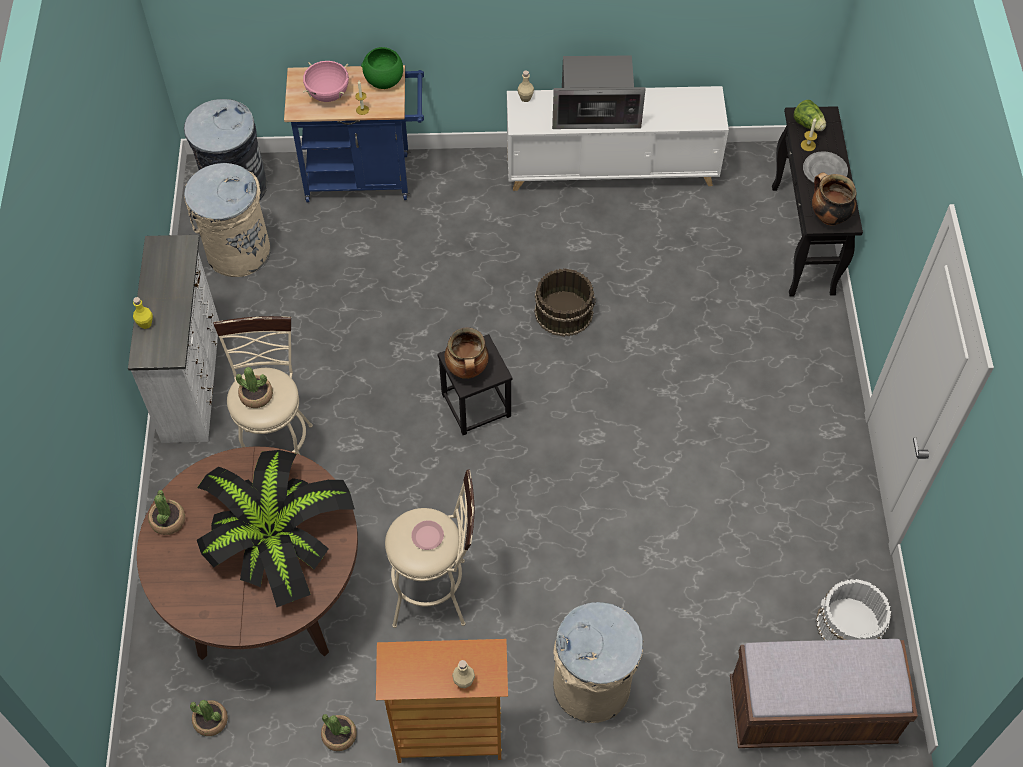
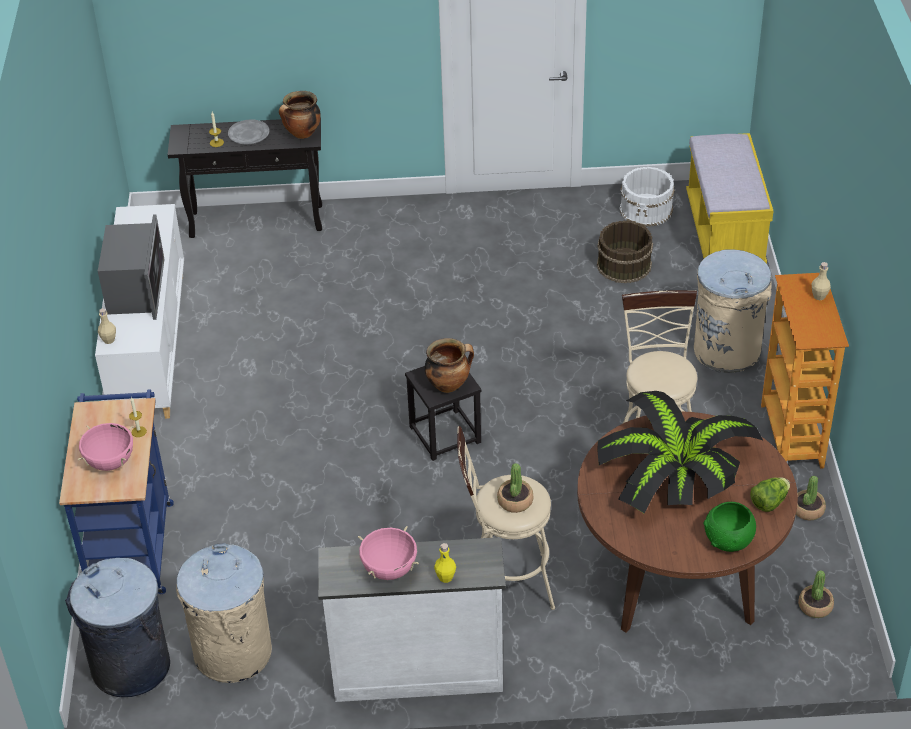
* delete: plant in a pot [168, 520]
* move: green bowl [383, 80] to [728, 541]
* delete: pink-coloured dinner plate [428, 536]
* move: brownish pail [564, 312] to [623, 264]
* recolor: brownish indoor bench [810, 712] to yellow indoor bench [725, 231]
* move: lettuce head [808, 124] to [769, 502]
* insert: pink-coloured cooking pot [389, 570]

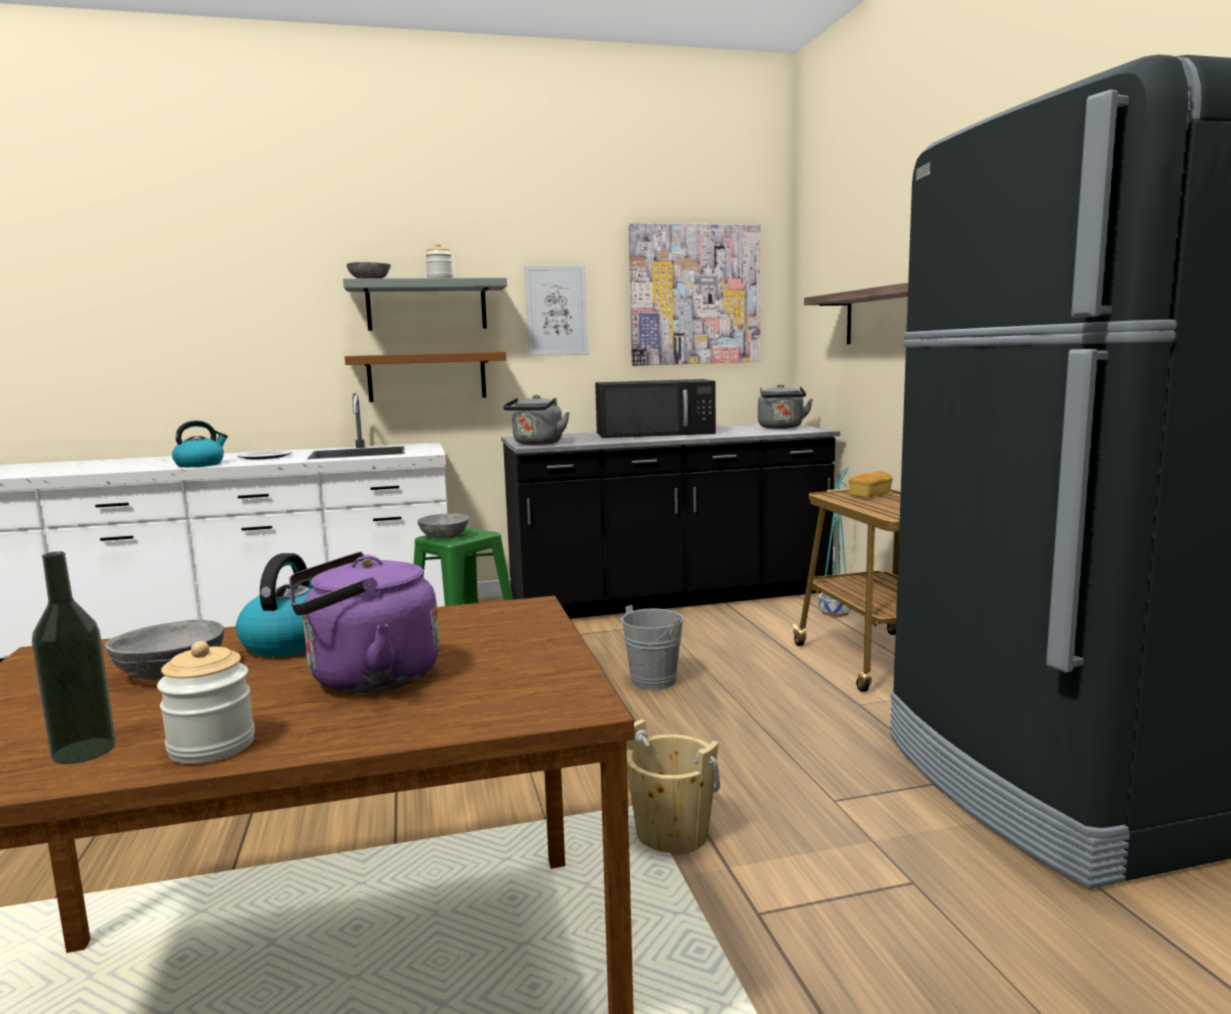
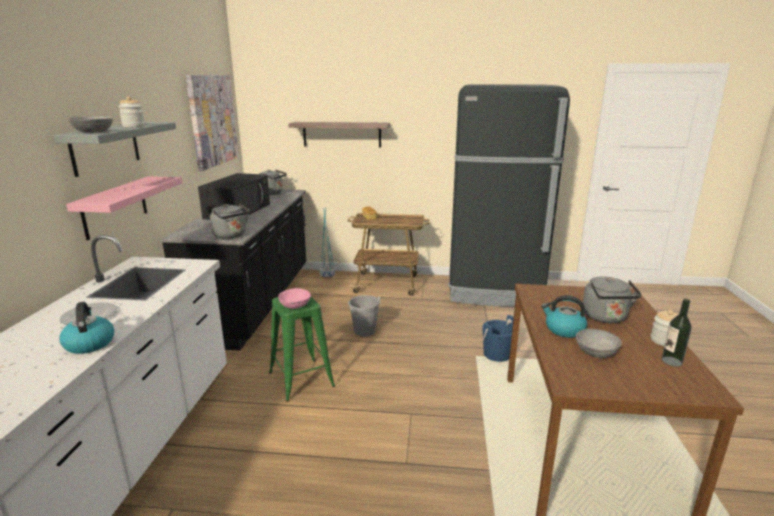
* recolor: purple-coloured kettle [366, 679] to gray kettle [606, 318]
* recolor: brownish shelf [427, 376] to pink-coloured shelf [115, 207]
* recolor: gray bowl [444, 536] to pink-coloured bowl [294, 305]
* delete: wall picture [556, 310]
* recolor: sand-coloured pail [672, 834] to bluish pail [497, 355]

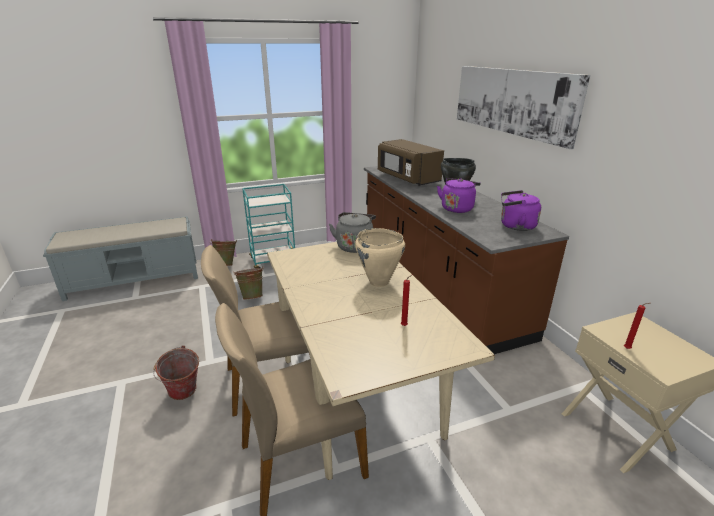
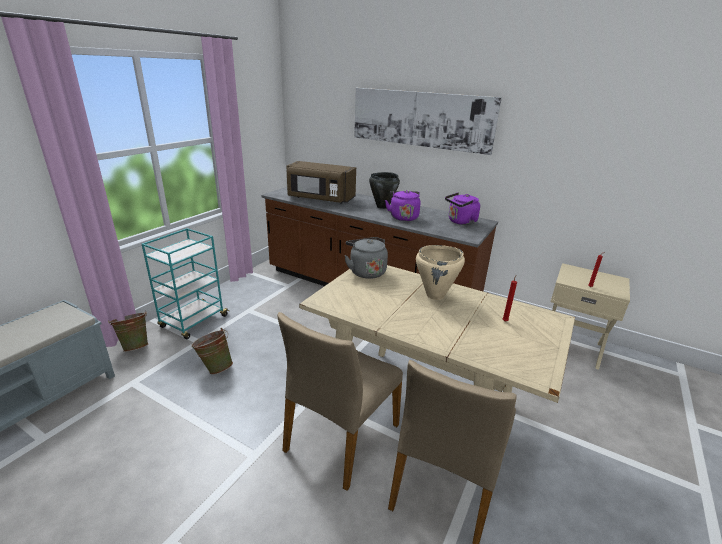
* delete: pail [183, 395]

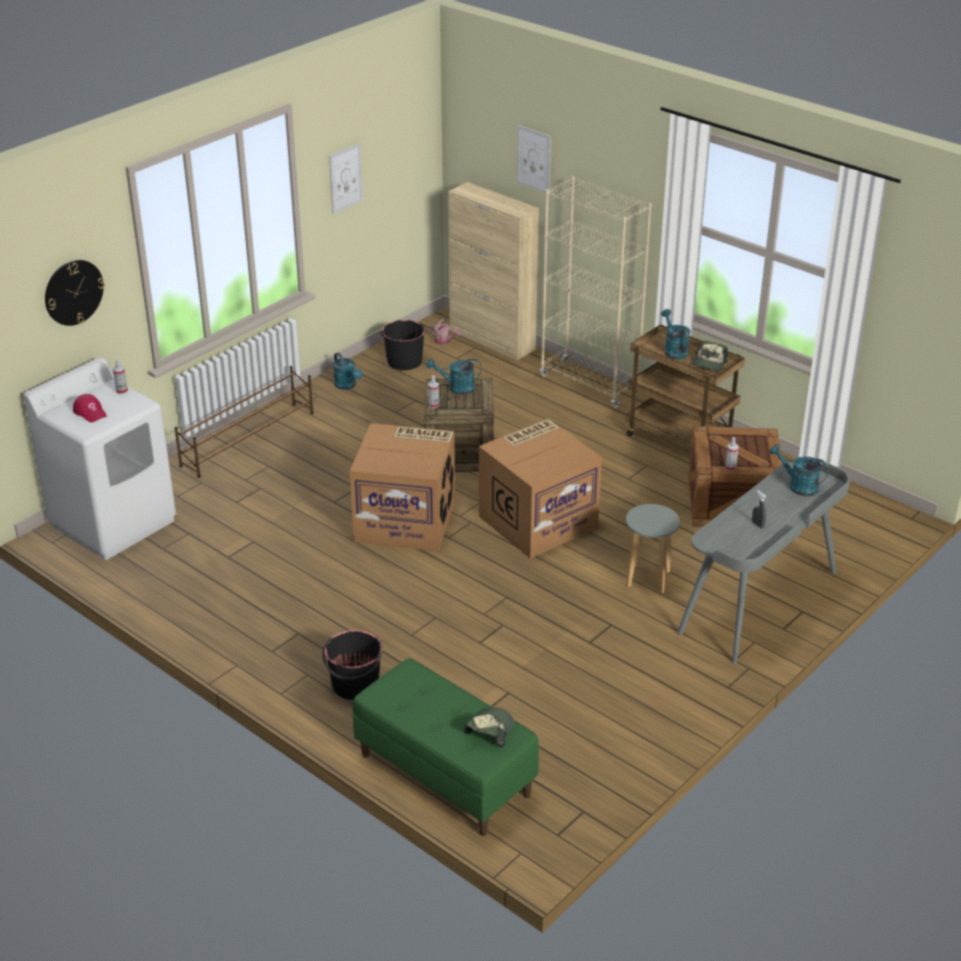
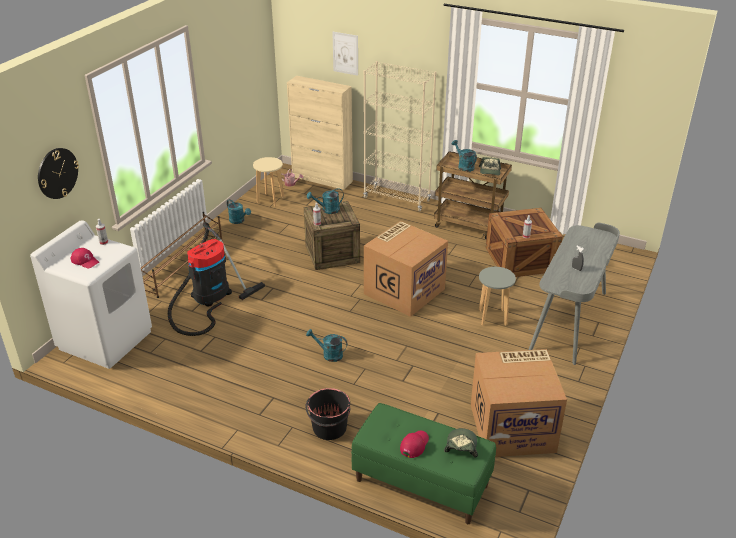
* delete: wall picture [345, 178]
* move: cardboard box [407, 520] to [513, 427]
* replace: black-coloured pail [404, 361] to sand-coloured sitting stool [270, 200]
* move: blue-green watering can [798, 486] to [329, 354]
* insert: vacuum [208, 297]
* insert: reddish baseball cap [414, 445]

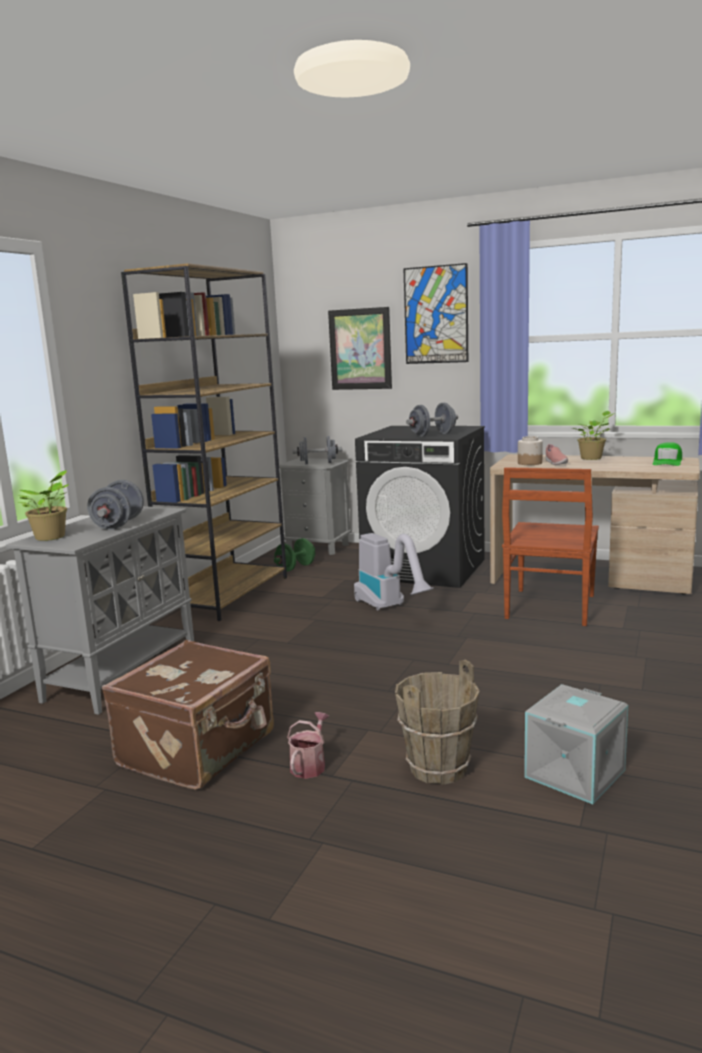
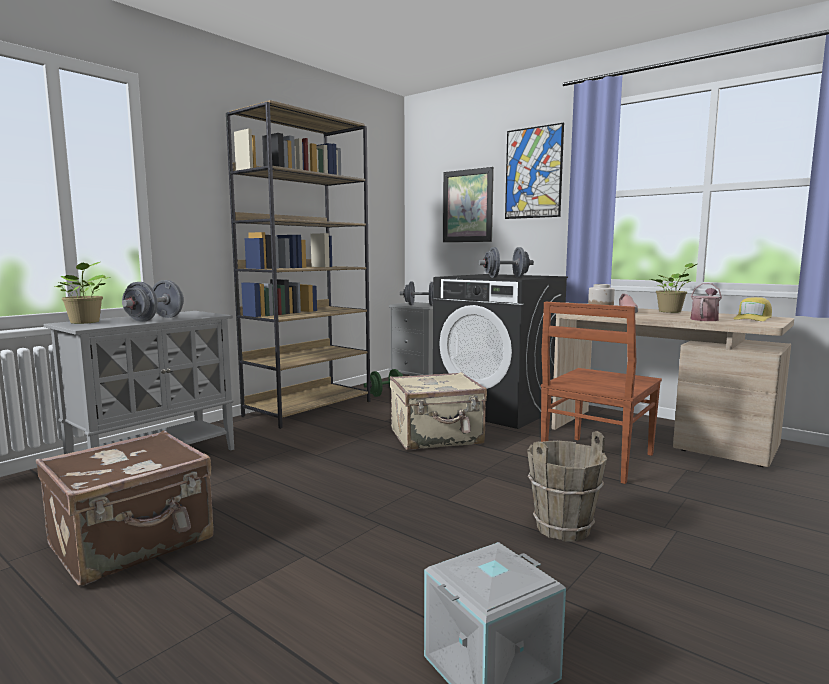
* move: watering can [310, 765] to [704, 319]
* replace: vacuum [390, 607] to sand-coloured suitcase [437, 437]
* move: brownish pail [437, 768] to [562, 528]
* recolor: green baseball cap [667, 462] to yellow baseball cap [753, 318]

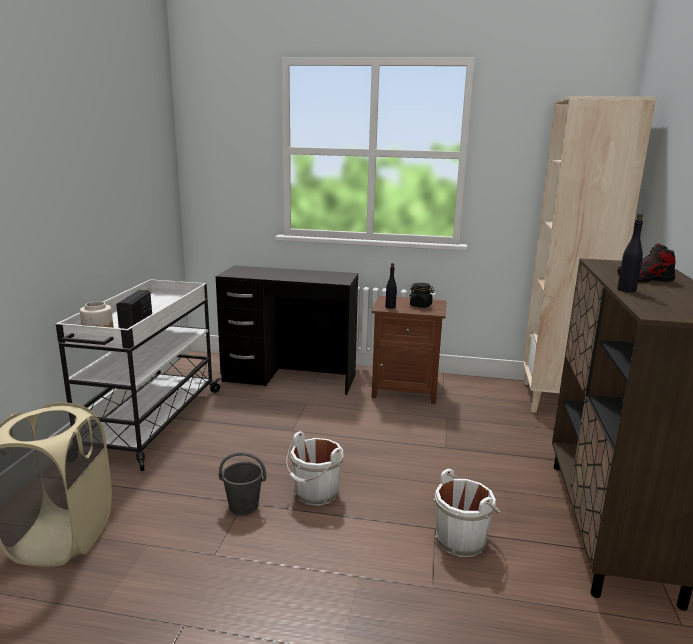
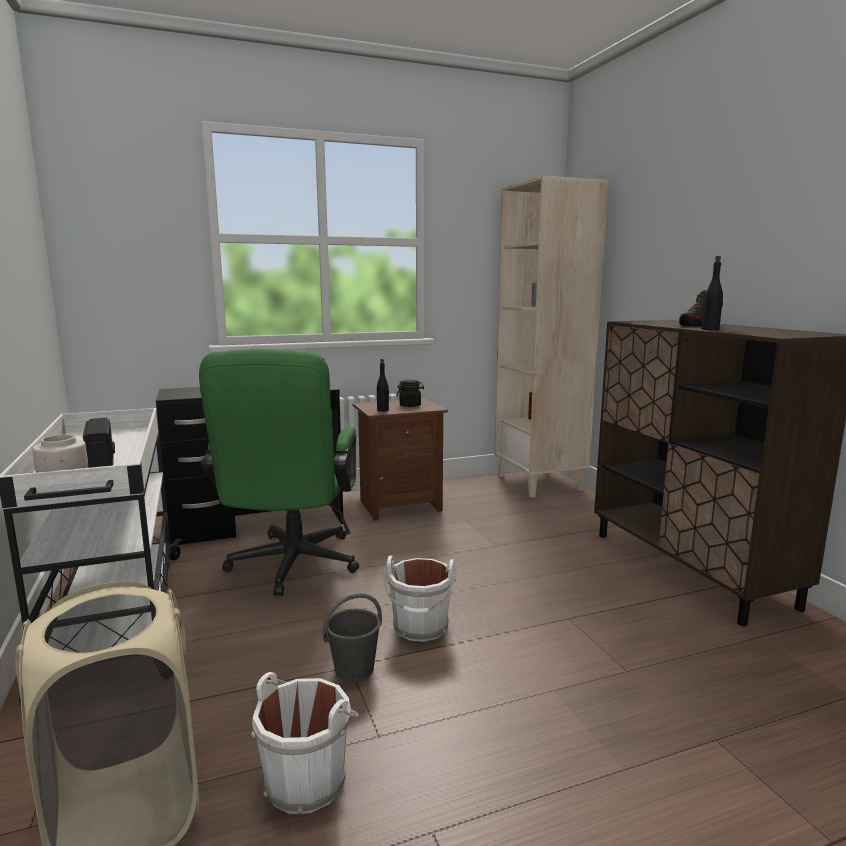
* move: white-coloured pail [462, 539] to [308, 778]
* insert: green office chair [291, 568]

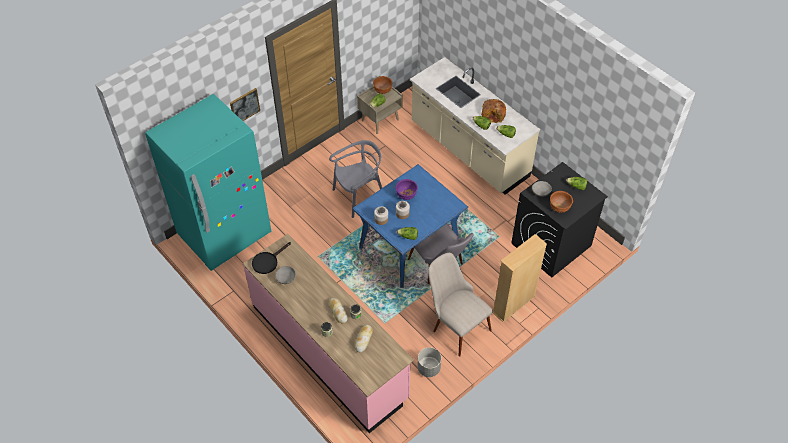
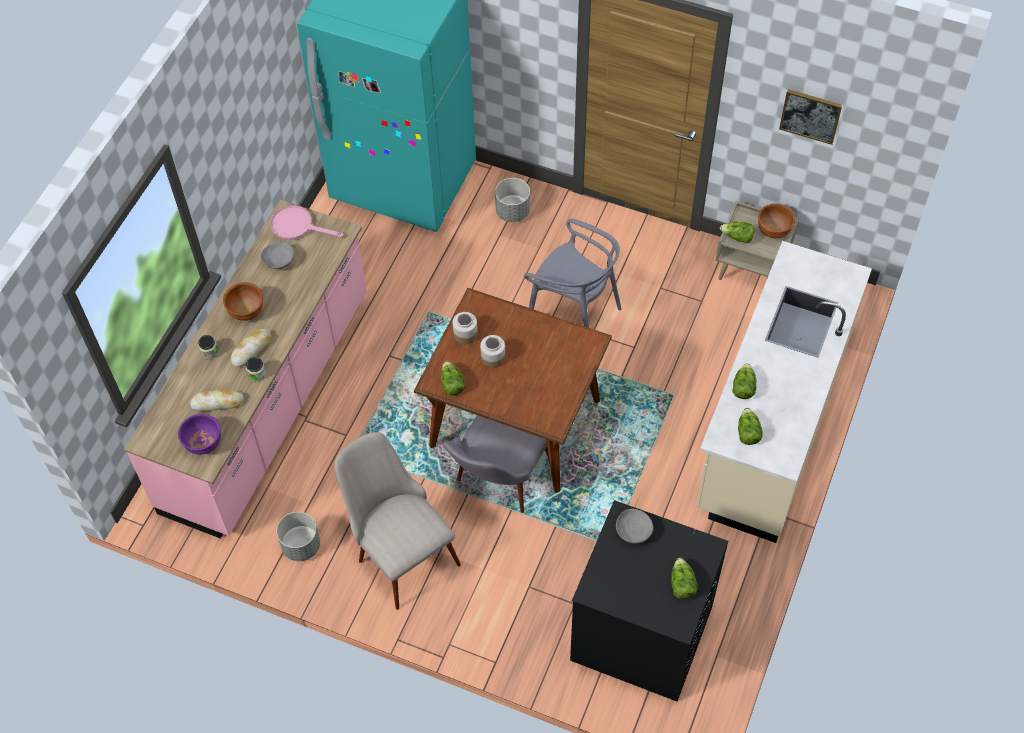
* move: wall picture [244, 106] to [810, 115]
* recolor: black-coloured frying pan [267, 261] to pink-coloured frying pan [298, 226]
* recolor: bluish kitchen table [409, 246] to brownish kitchen table [514, 423]
* move: purple-coloured bowl [406, 195] to [203, 443]
* rotate: sand-coloured plain chair [455, 324] = [399, 550] 60 degrees counterclockwise
* delete: bread [494, 114]
* delete: sand-coloured bookshelf [513, 304]
* move: brownish bowl [559, 208] to [246, 312]
* insert: gray planter [513, 211]

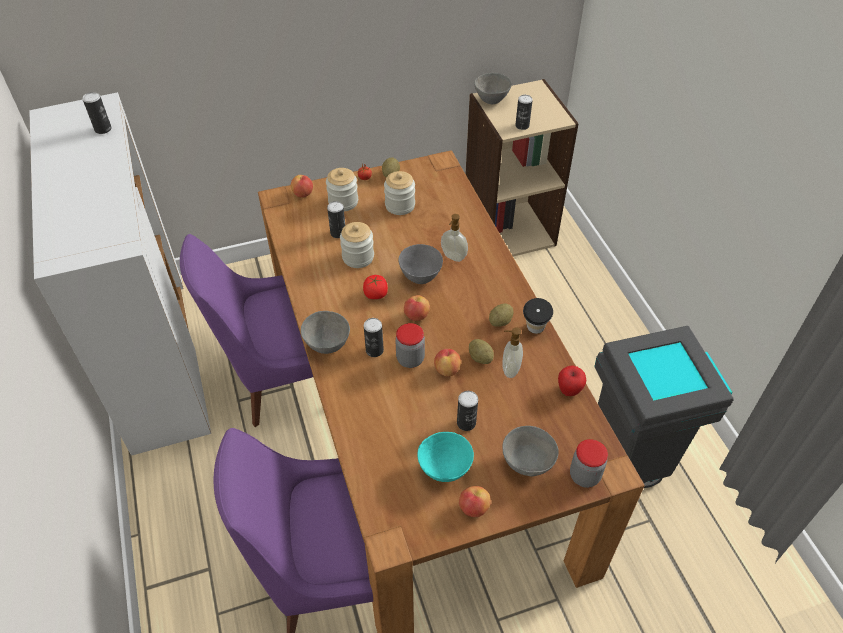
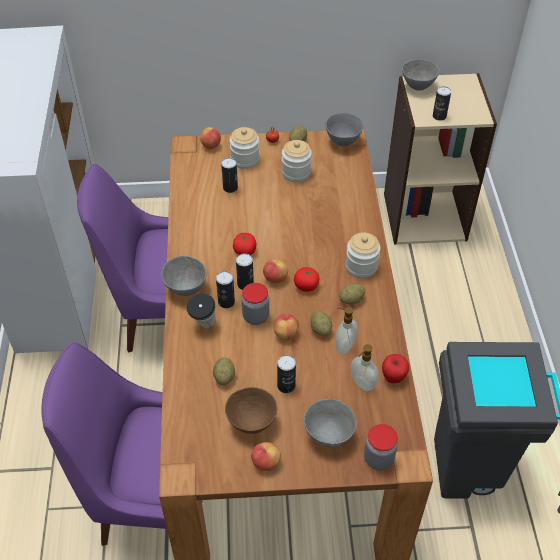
* move: metal can [103, 129] to [245, 284]
* move: storage jar [358, 257] to [361, 266]
* move: gray bowl [421, 277] to [343, 142]
* recolor: blue-green bowl [444, 470] to brownish bowl [251, 423]
* move: liquid soap bottle [453, 257] to [362, 384]
* move: small cup [534, 331] to [203, 325]
* insert: potato [224, 377]
* insert: whole tomato [306, 286]

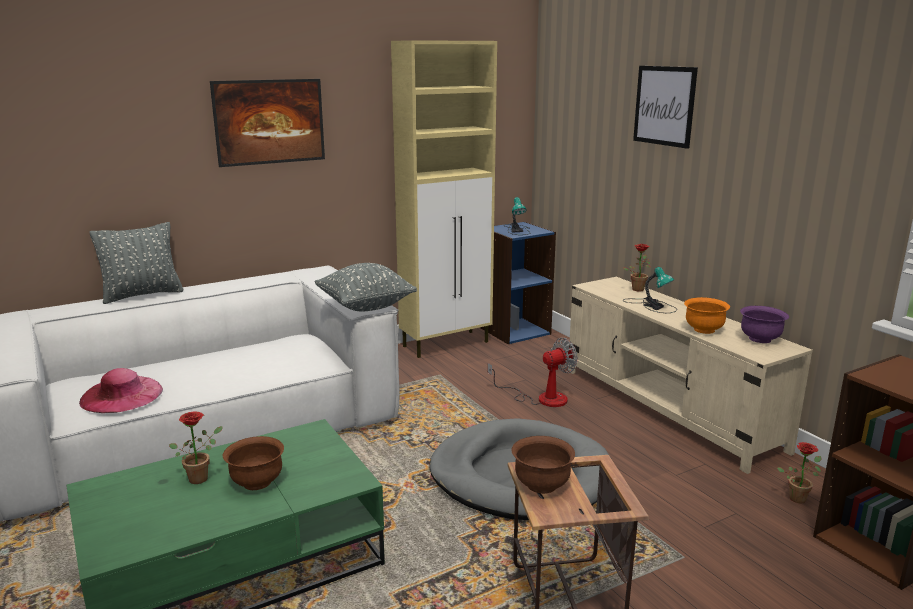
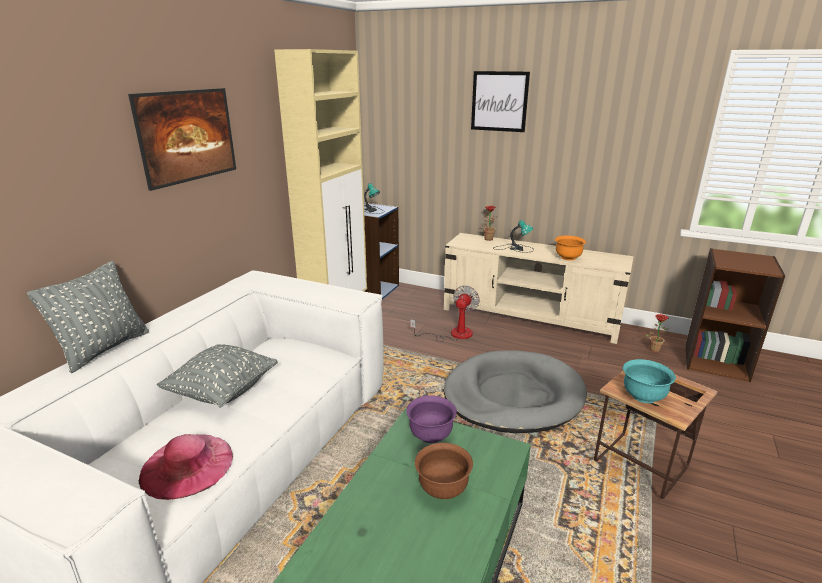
* delete: plant in a pot [201, 477]
* move: gray cushion [365, 306] to [223, 392]
* recolor: brownish bowl [542, 485] to blue-green bowl [643, 396]
* move: purple-coloured bowl [760, 339] to [431, 435]

